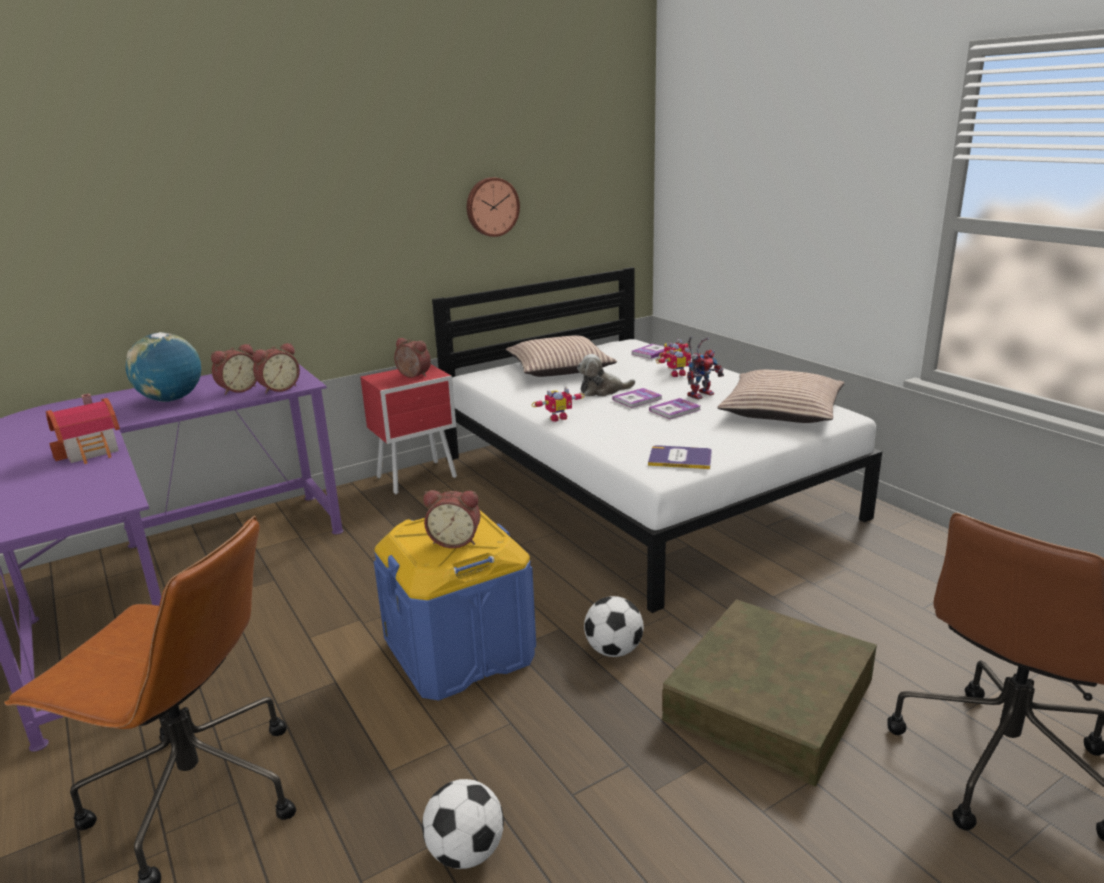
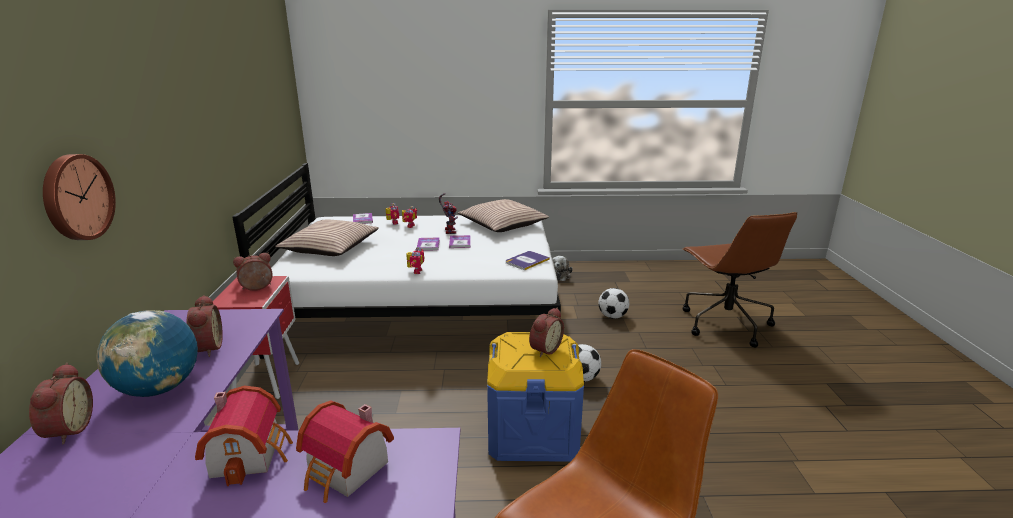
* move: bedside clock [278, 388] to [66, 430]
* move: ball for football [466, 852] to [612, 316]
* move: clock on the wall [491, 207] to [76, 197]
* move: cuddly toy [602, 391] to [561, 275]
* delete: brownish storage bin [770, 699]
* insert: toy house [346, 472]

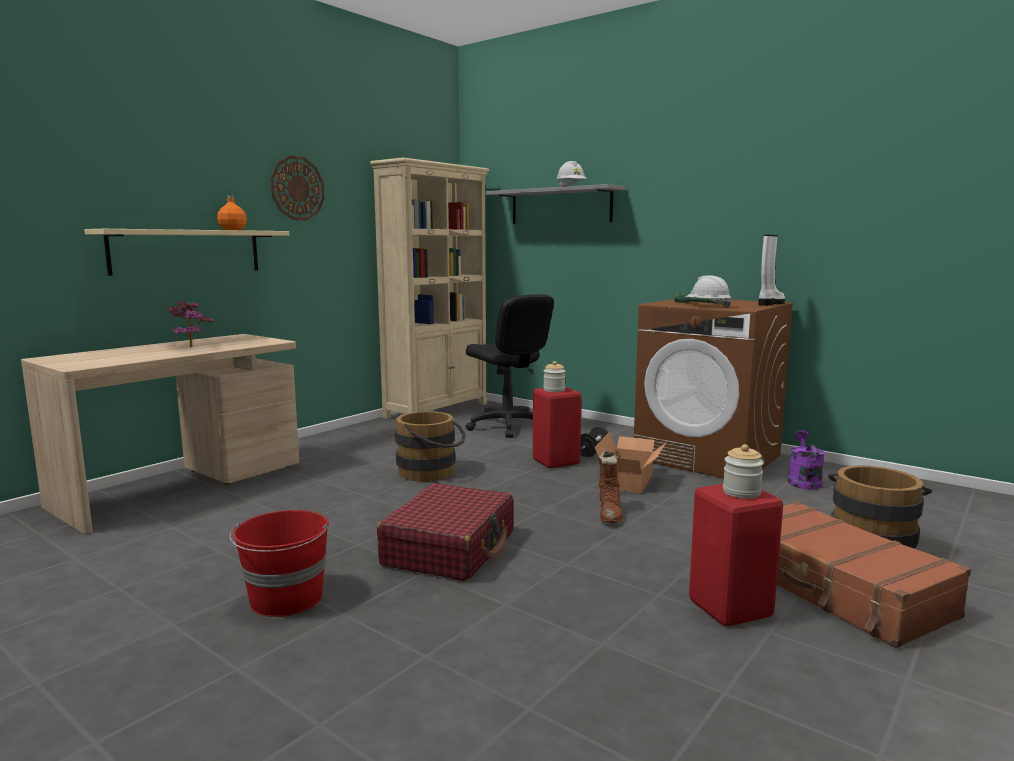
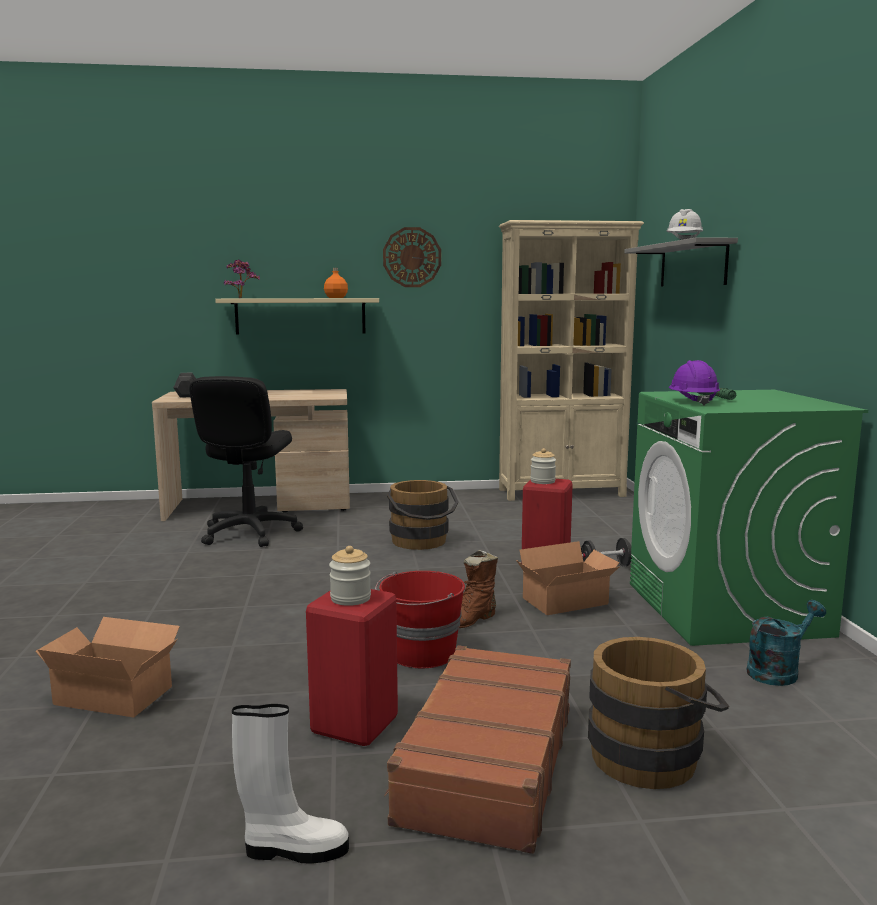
* move: plant in a pot [190, 346] to [241, 298]
* move: reddish pail [286, 599] to [421, 654]
* delete: reddish suitcase [450, 548]
* move: black-coloured office chair [507, 426] to [249, 533]
* recolor: brownish washing machine [708, 457] to green washing machine [726, 609]
* recolor: white-coloured work helmet [707, 306] to purple-coloured work helmet [692, 402]
* move: white-coloured high-top boot [770, 304] to [293, 850]
* recolor: purple-coloured watering can [803, 481] to blue-green watering can [778, 671]
* insert: cardboard box [114, 693]
* insert: gray dumbbell [186, 394]

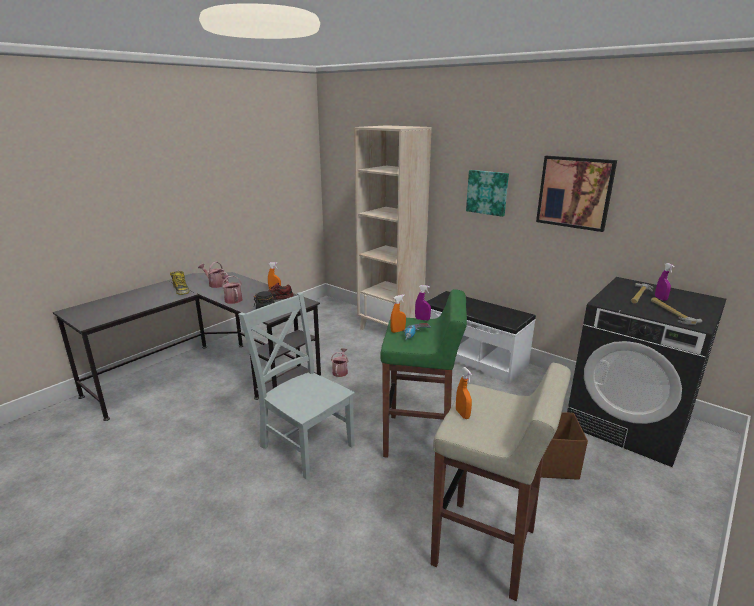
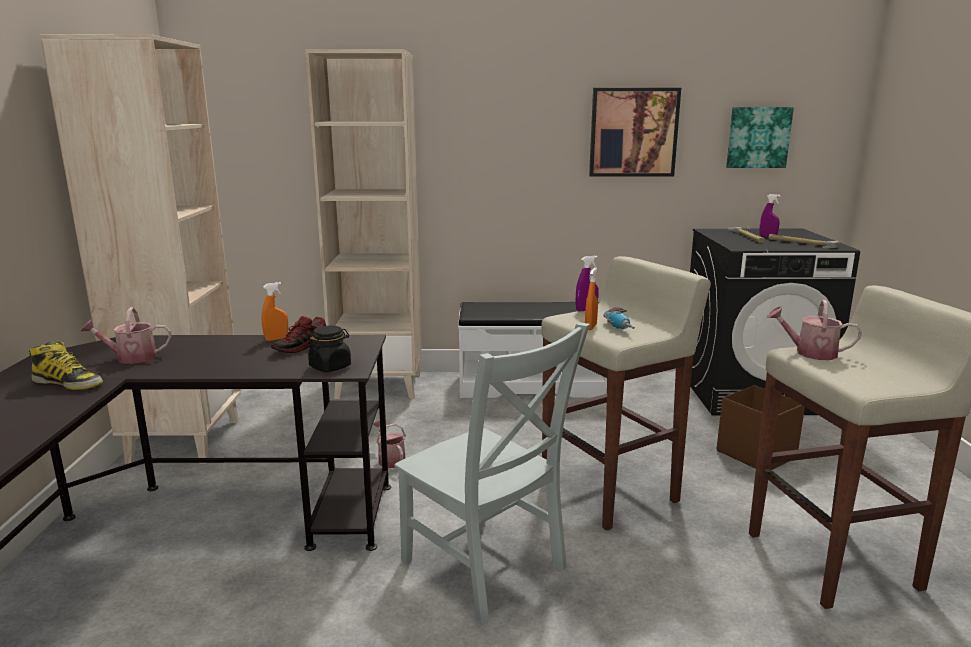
* move: watering can [232, 299] to [809, 353]
* rotate: gray plain chair [305, 443] = [487, 568] 135 degrees counterclockwise
* recolor: green sitting stool [419, 439] to sand-coloured sitting stool [611, 491]
* delete: orange-coloured spray bottle [462, 414]
* move: wall picture [487, 192] to [758, 137]
* insert: sand-coloured bookshelf [184, 440]

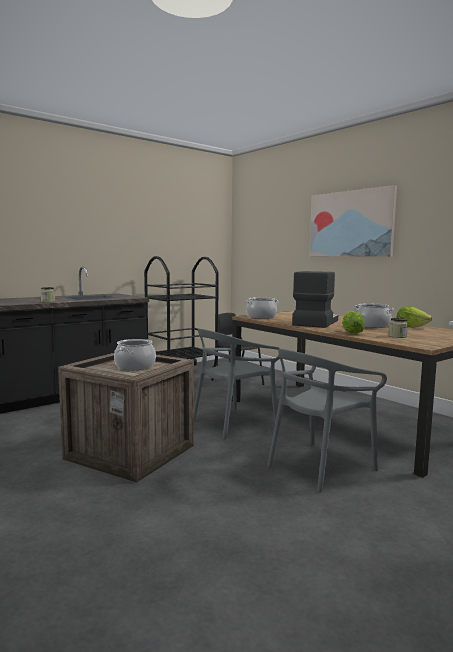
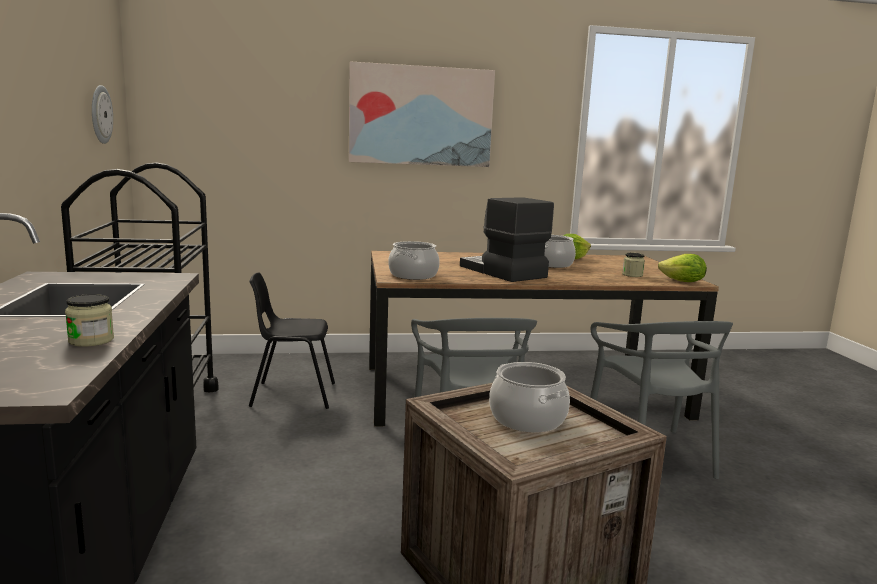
* move: lettuce head [351, 333] to [682, 282]
* insert: clock on the wall [100, 114]

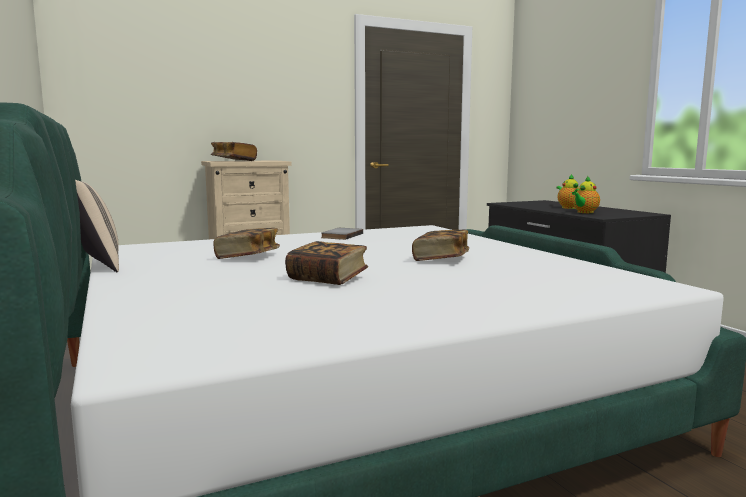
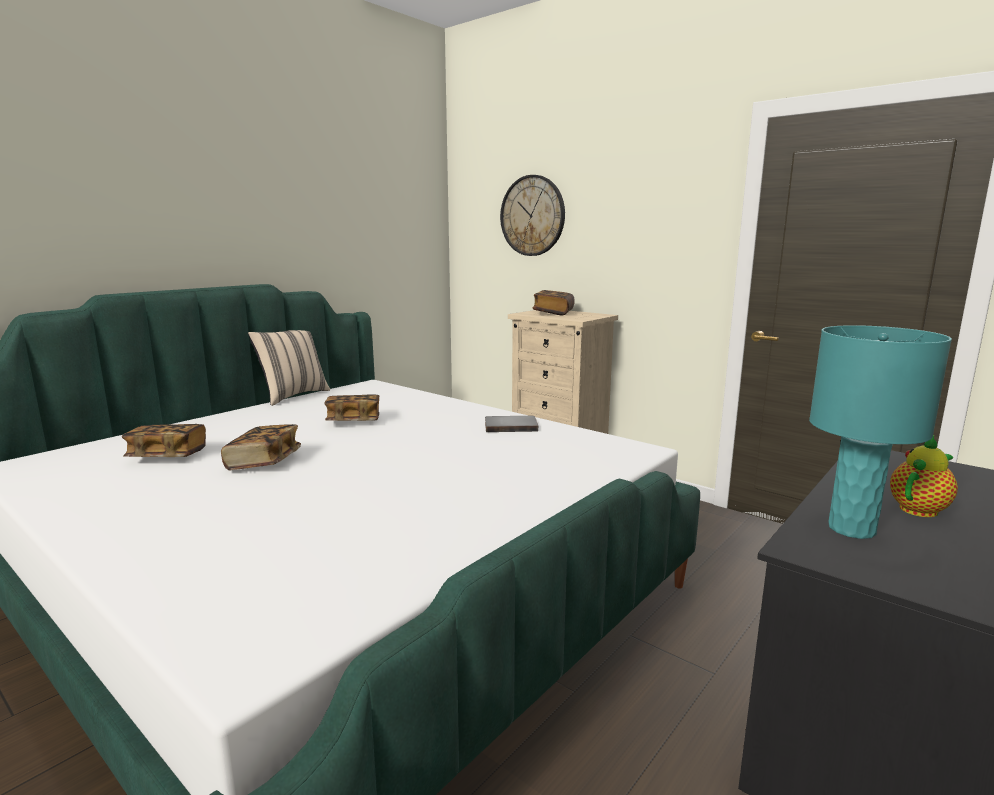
* move: book [441, 259] to [168, 456]
* replace: teapot [584, 212] to blue-green tabletop lamp [852, 529]
* insert: clock on the wall [532, 216]

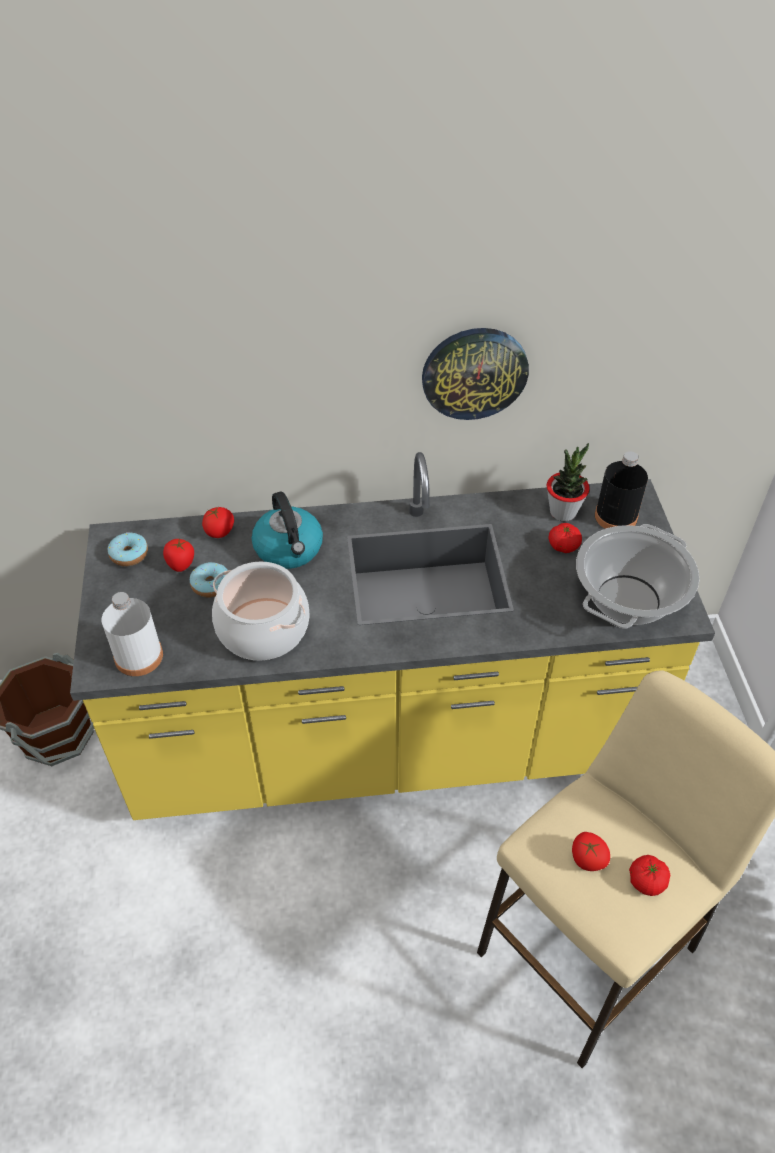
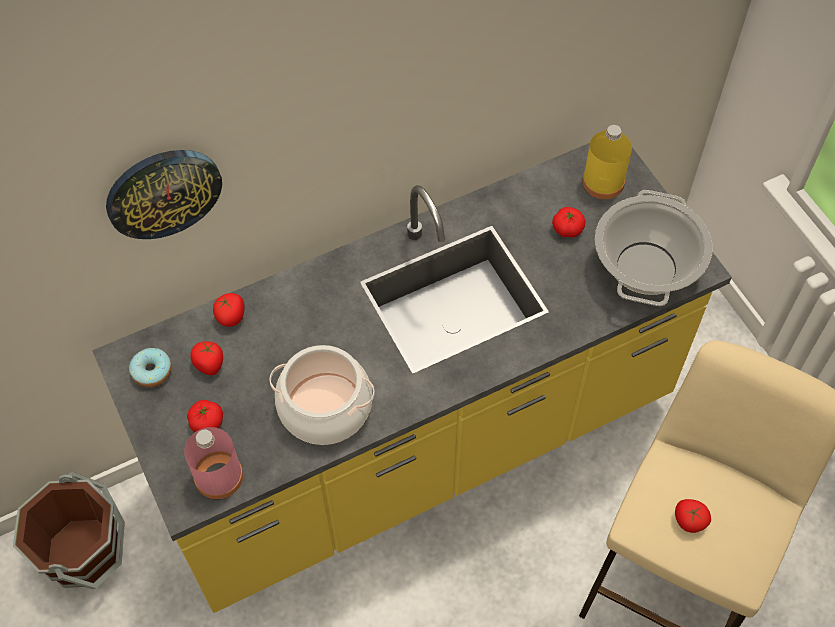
* recolor: white-coloured beverage bottle [139, 656] to pink-coloured beverage bottle [218, 476]
* delete: ring doughnut [211, 585]
* delete: kettle [289, 549]
* move: clock on the wall [474, 373] to [163, 192]
* delete: plant in a pot [563, 512]
* recolor: black-coloured beverage bottle [615, 516] to yellow beverage bottle [603, 182]
* move: whole tomato [646, 881] to [207, 422]

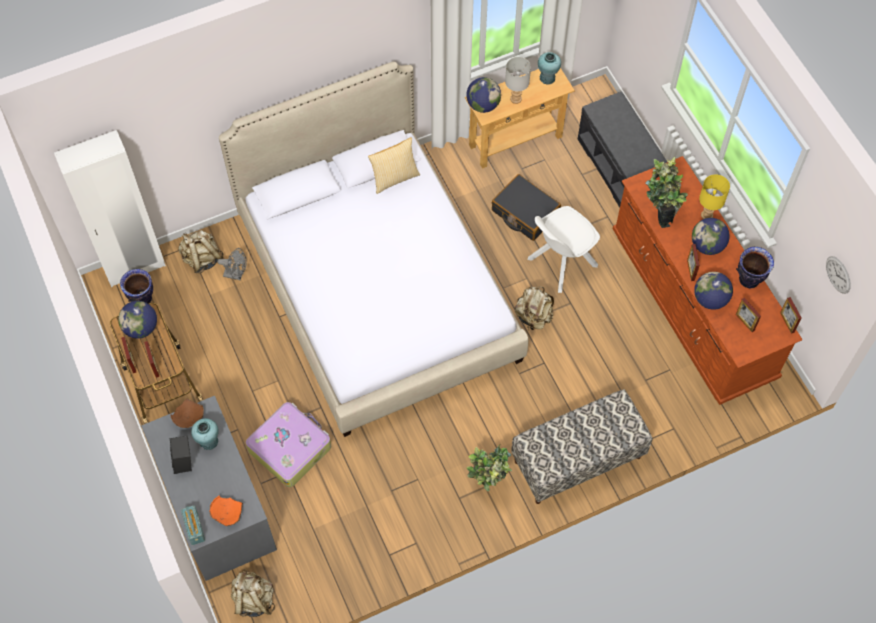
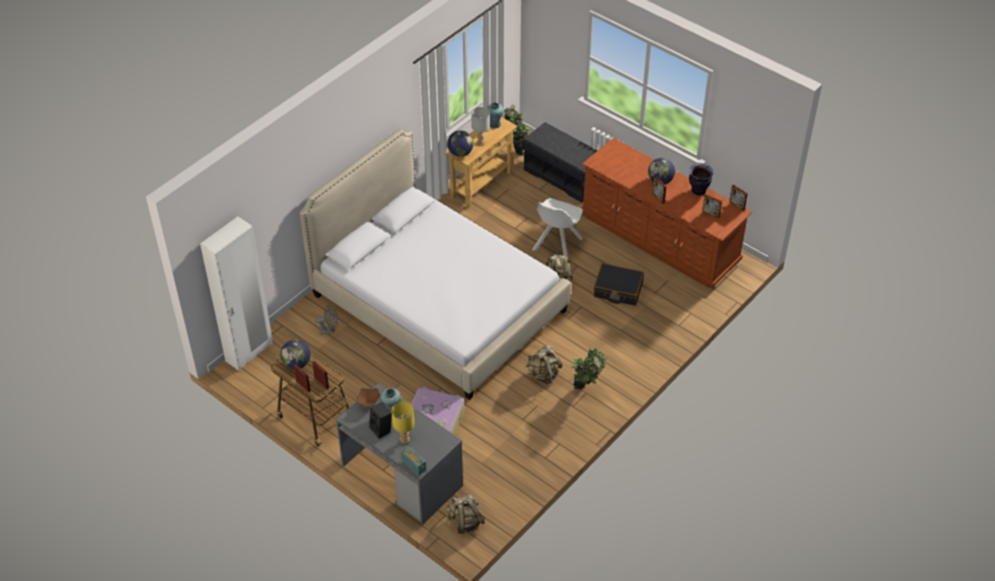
* delete: vase [142, 298]
* move: sand-coloured knapsack [202, 259] to [543, 374]
* delete: orange-coloured bowl [227, 514]
* delete: cushion [394, 178]
* move: black-coloured suitcase [525, 213] to [618, 290]
* delete: indoor bench [577, 459]
* move: plant in a pot [659, 214] to [514, 149]
* delete: world globe [710, 299]
* move: yellow tabletop lamp [706, 215] to [404, 439]
* delete: clock on the wall [838, 274]

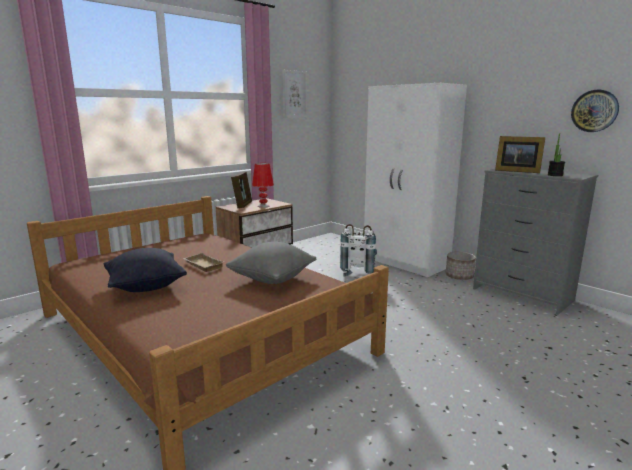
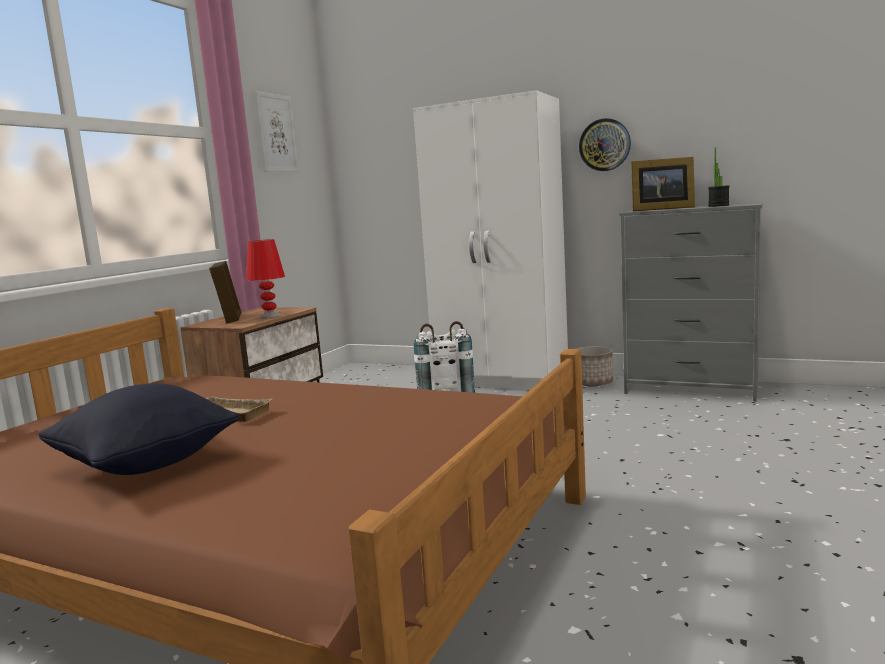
* delete: gray cushion [272, 279]
* move: clock on the wall [594, 111] to [604, 145]

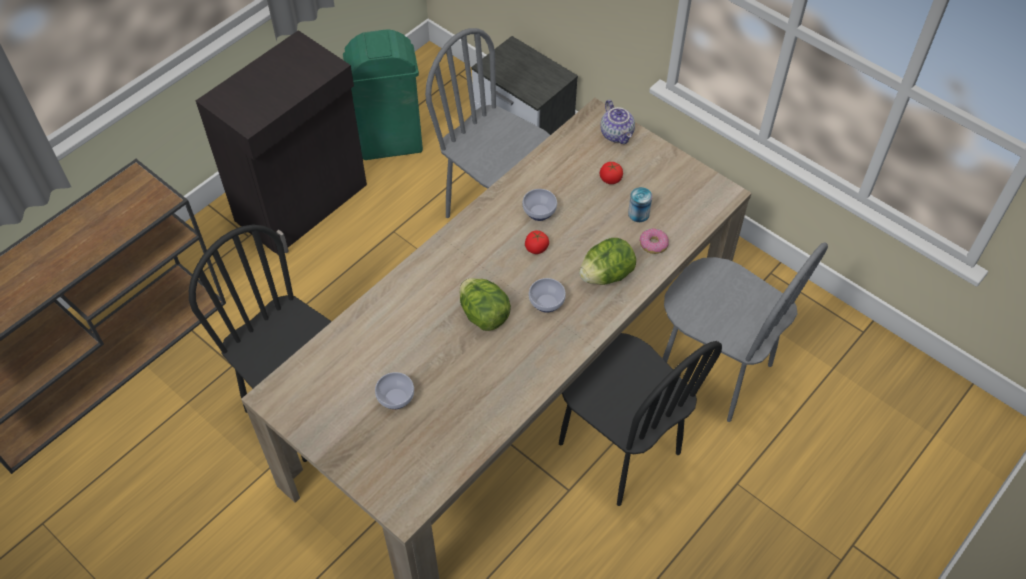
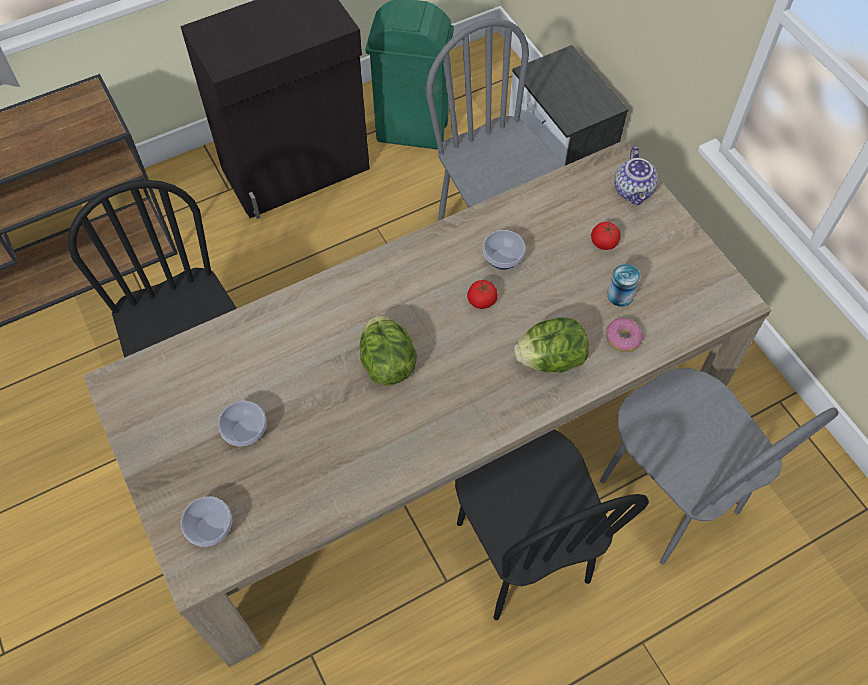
* move: bowl [545, 303] to [210, 527]

